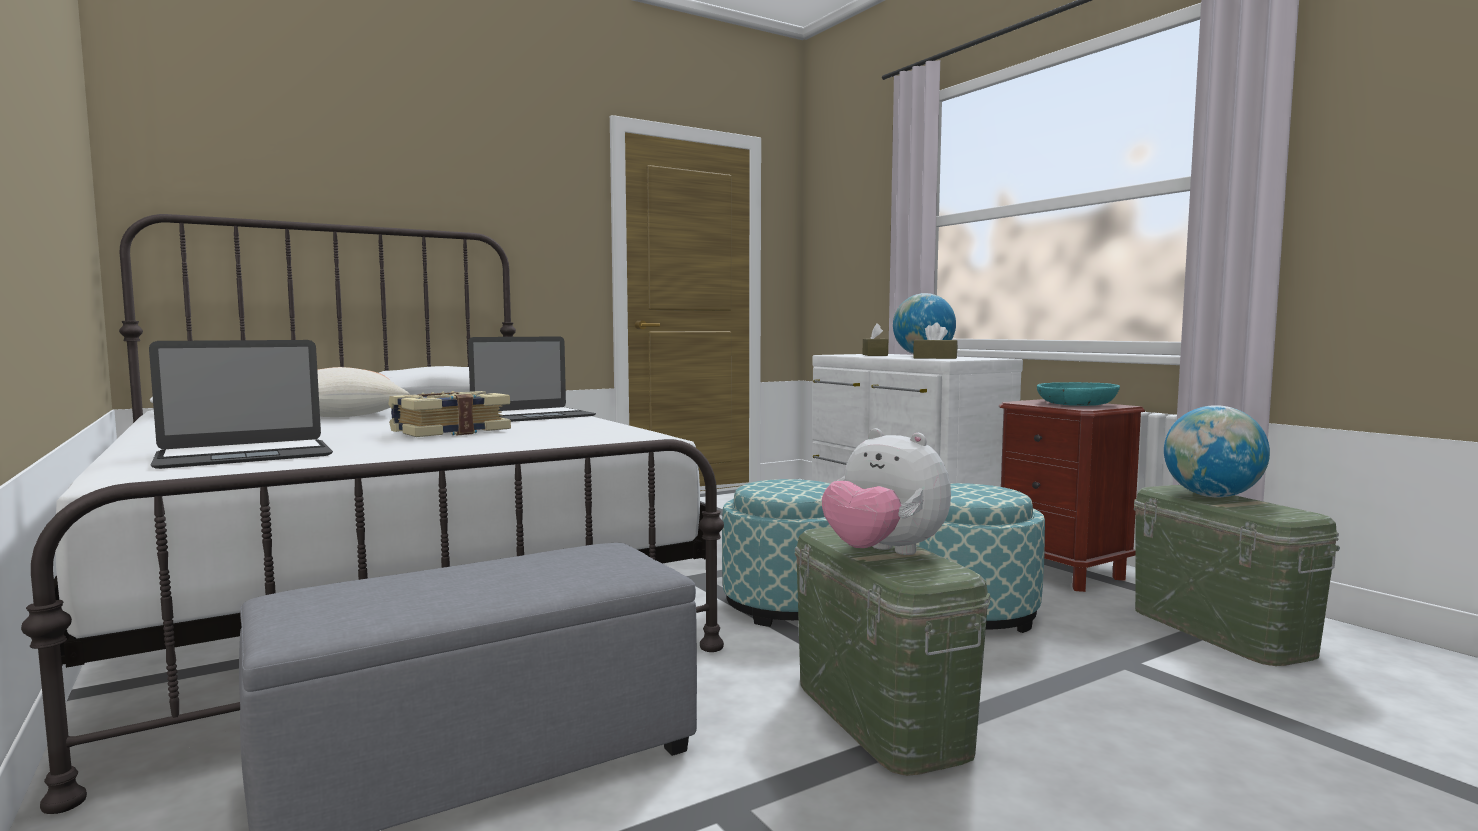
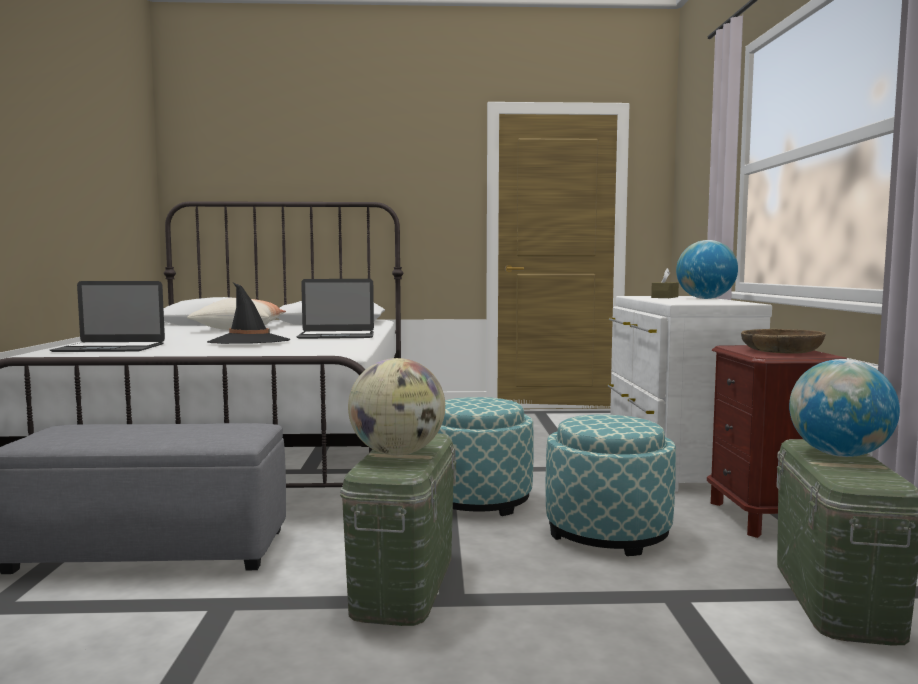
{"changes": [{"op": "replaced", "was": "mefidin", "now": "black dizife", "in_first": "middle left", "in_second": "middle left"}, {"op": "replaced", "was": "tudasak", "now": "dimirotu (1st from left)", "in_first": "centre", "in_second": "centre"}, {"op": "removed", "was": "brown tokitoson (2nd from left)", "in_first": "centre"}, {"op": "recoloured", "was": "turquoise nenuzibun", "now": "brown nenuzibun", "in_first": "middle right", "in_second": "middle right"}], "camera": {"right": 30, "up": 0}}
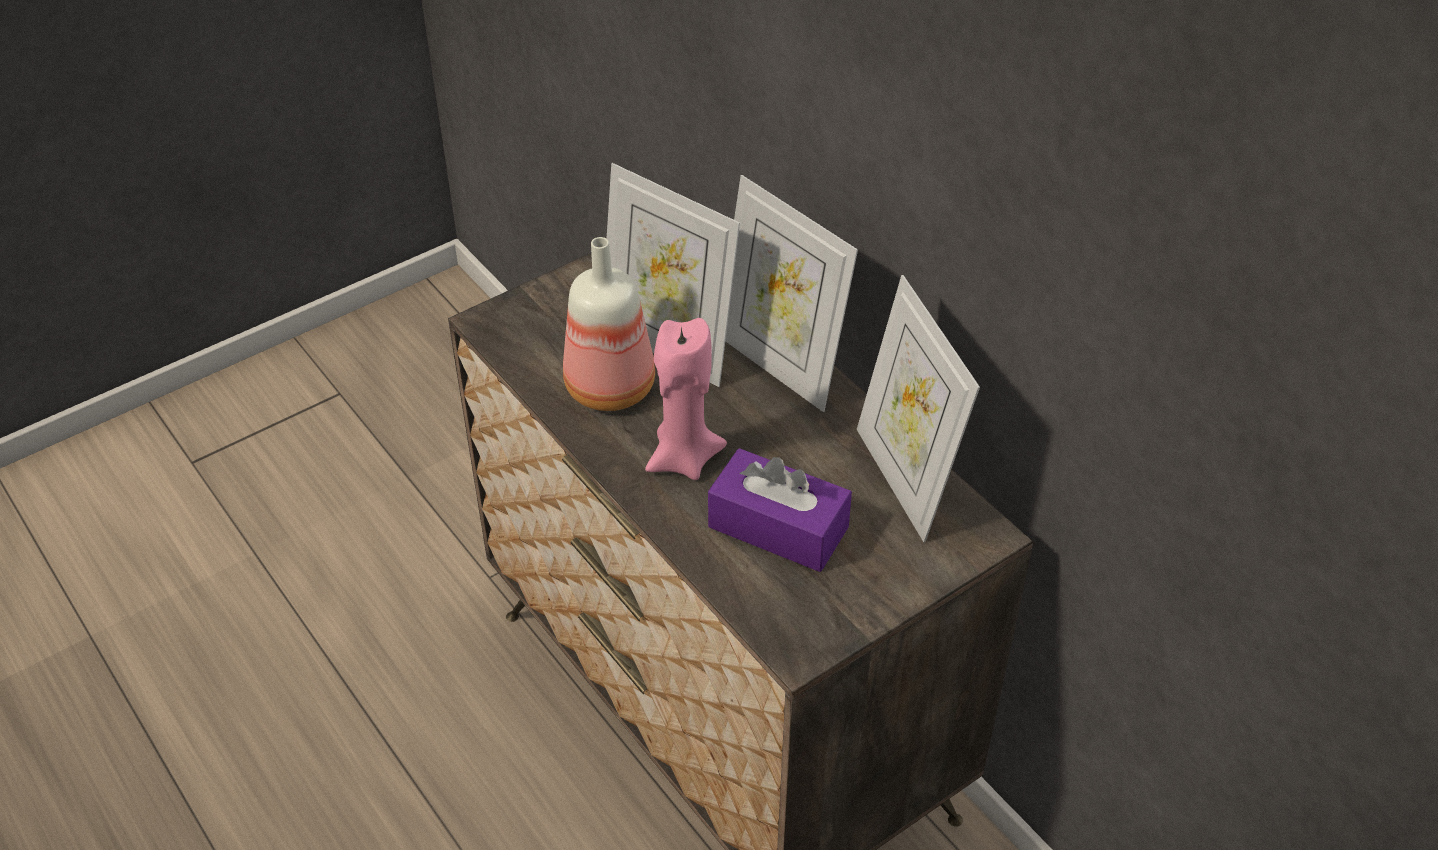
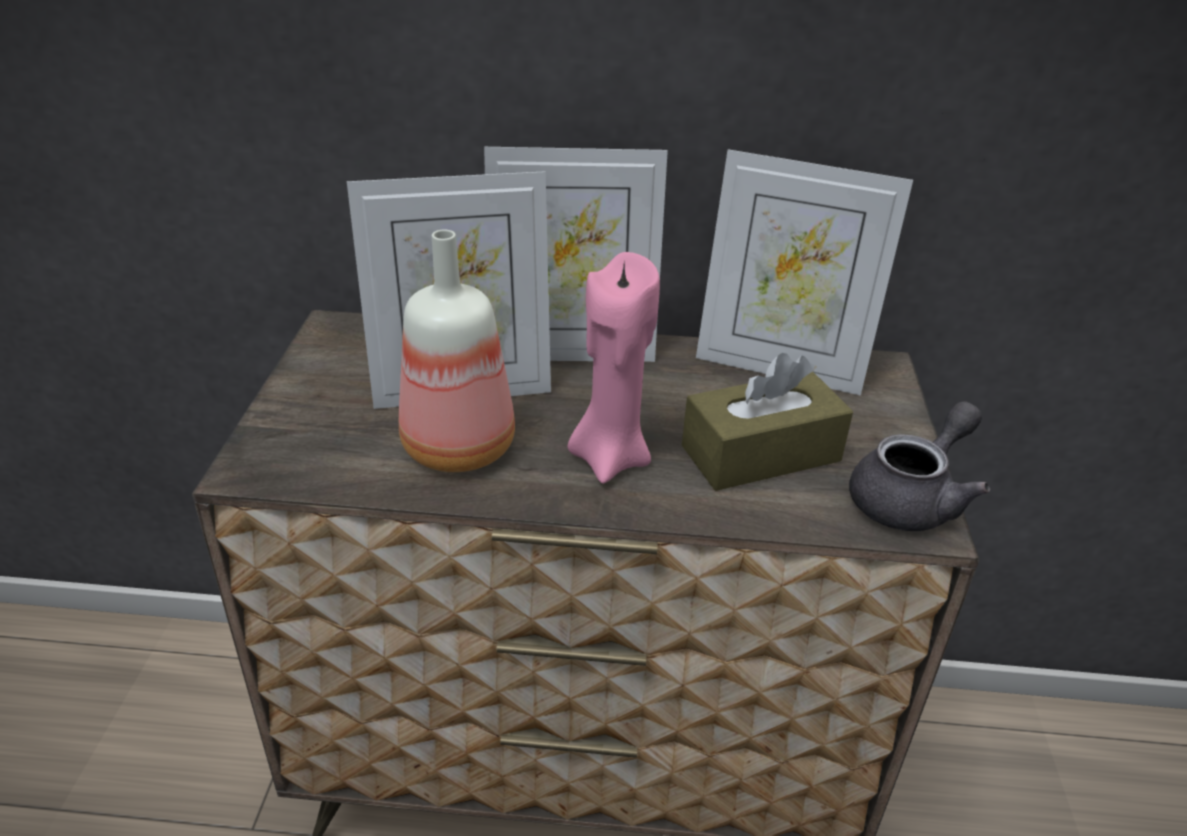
{"changes": [{"op": "recoloured", "was": "purple tokitoson", "now": "brown tokitoson", "in_first": "centre", "in_second": "centre"}, {"op": "added", "now": "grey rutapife", "in_second": "middle right"}], "camera": {"right": -50, "up": -10}}
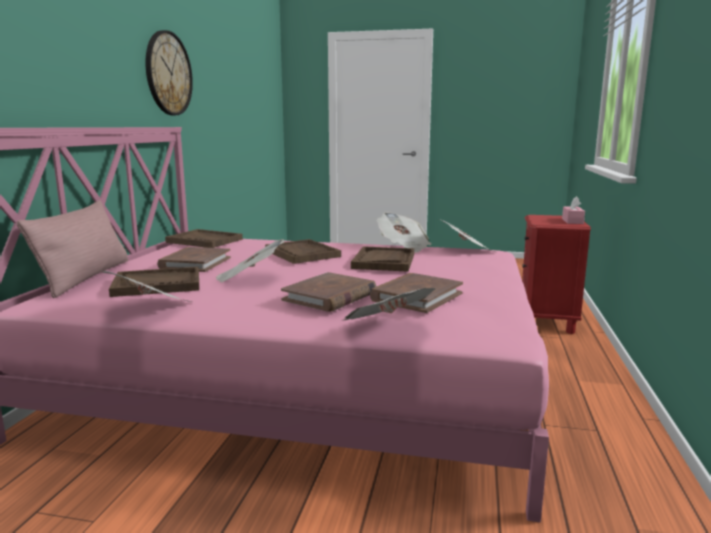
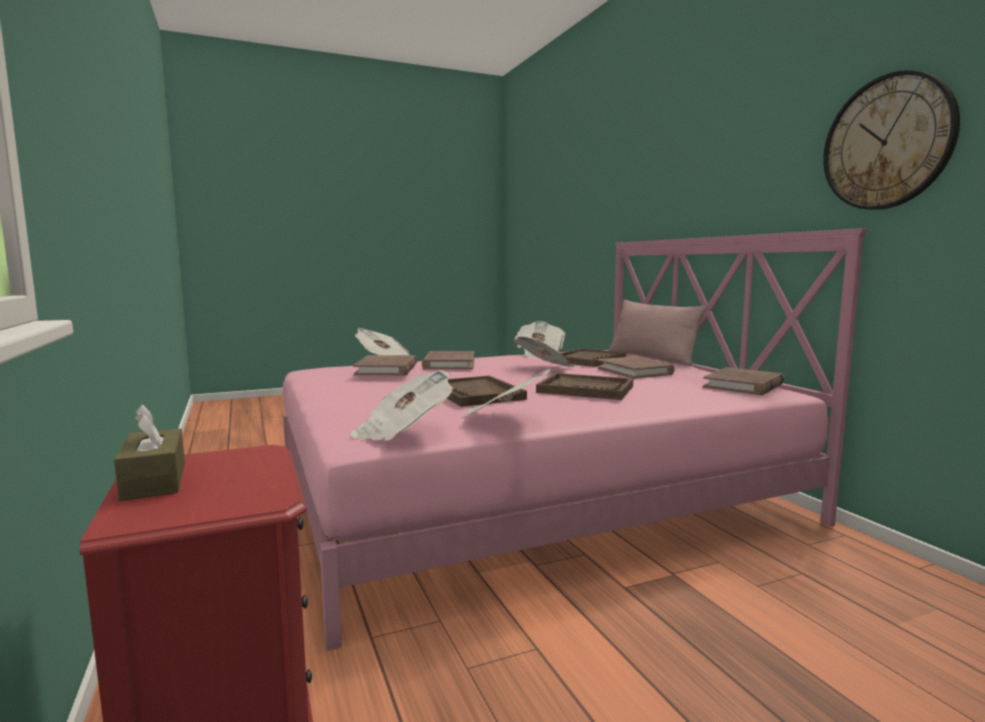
{"changes": [{"op": "replaced", "was": "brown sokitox (2nd from left)", "now": "brown mefidin (4th from left)", "in_first": "middle left", "in_second": "middle right"}, {"op": "recoloured", "was": "pink tokitoson", "now": "brown tokitoson", "in_first": "middle right", "in_second": "middle left"}], "camera": {"right": 145, "up": -5}}
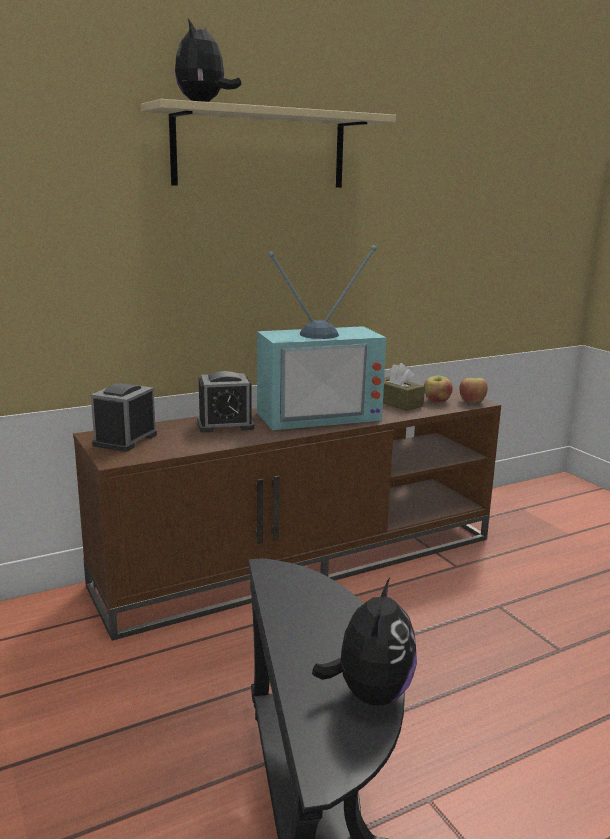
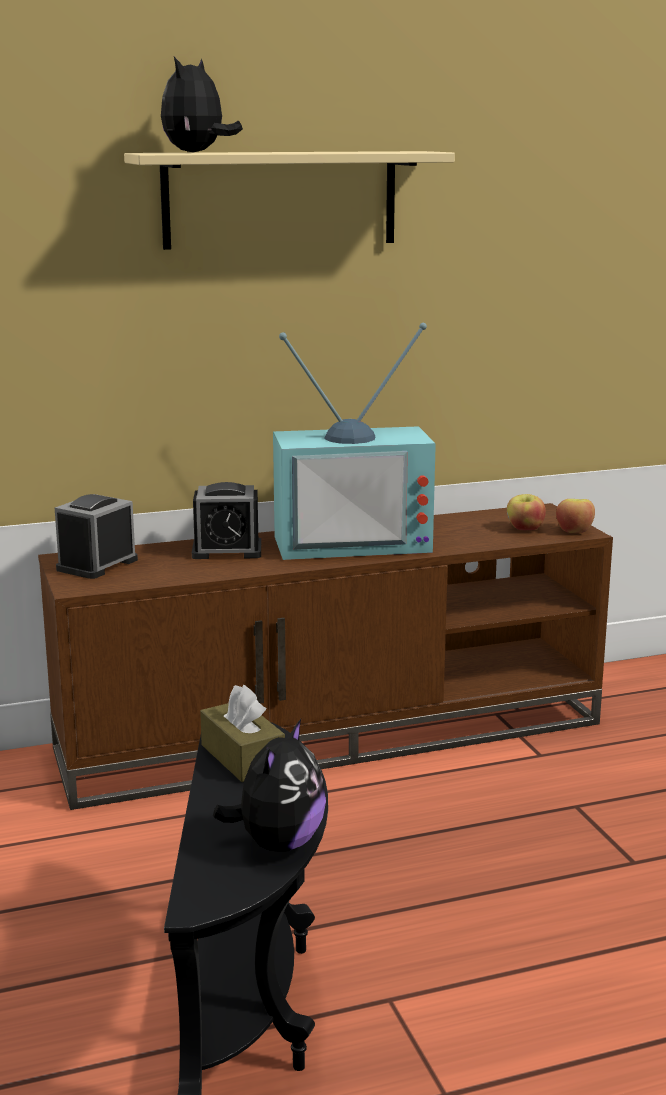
{"changes": [{"op": "moved", "was": "brown tokitoson", "in_first": "centre", "in_second": "bottom centre"}], "camera": {"right": 10, "up": 0}}
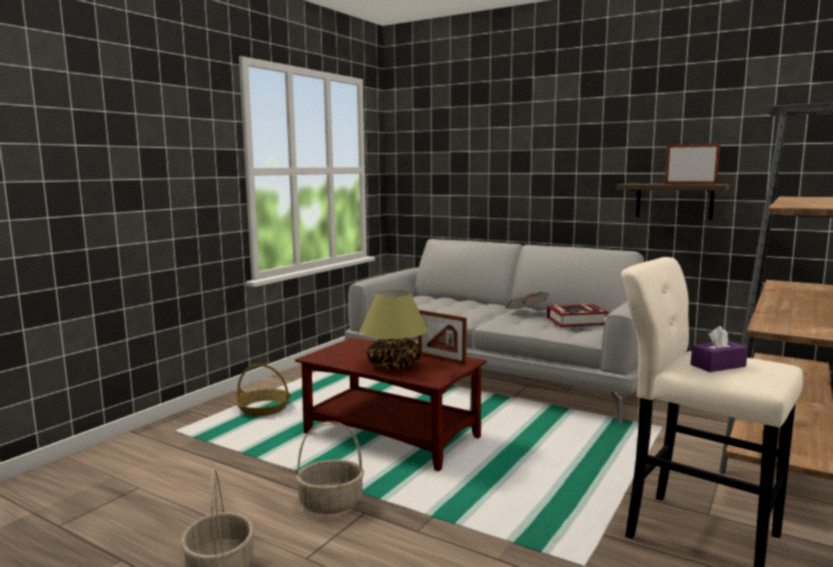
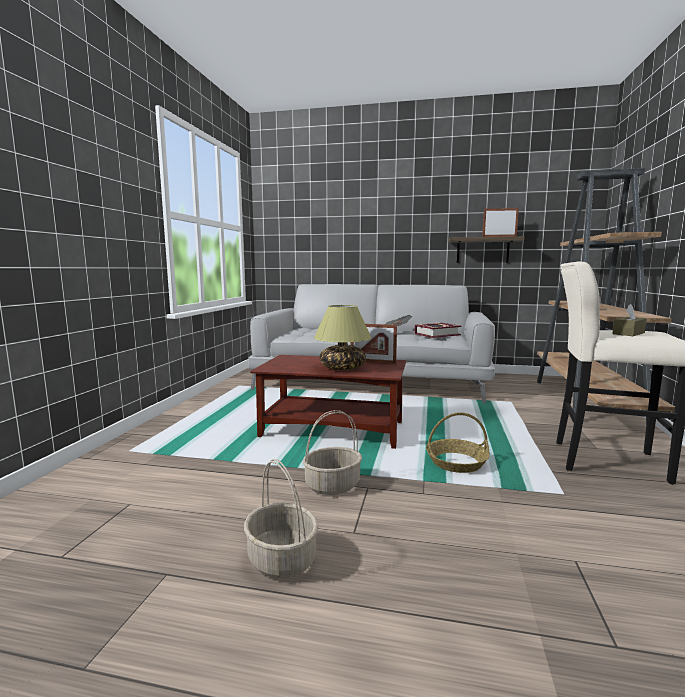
{"changes": [{"op": "moved", "was": "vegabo (2nd from left in the first image)", "now": "vegabo (3rd from left)", "in_first": "bottom left", "in_second": "middle right"}, {"op": "recoloured", "was": "purple tokitoson", "now": "brown tokitoson", "in_first": "middle right", "in_second": "middle right"}], "camera": {"right": -20, "up": 0}}
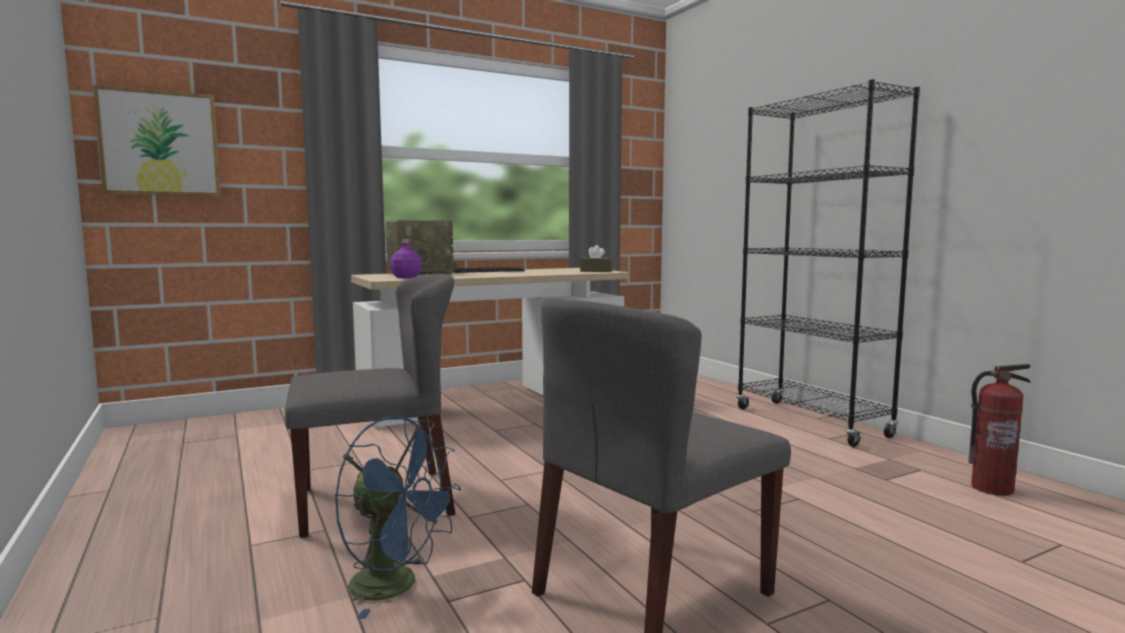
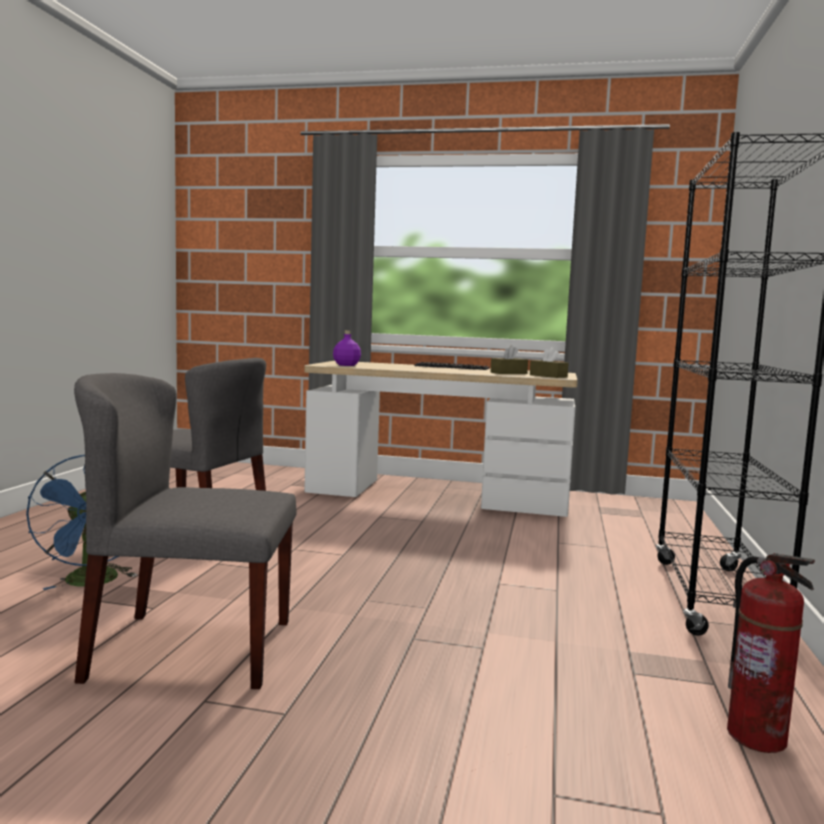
{"changes": [{"op": "removed", "was": "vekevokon", "in_first": "top left"}, {"op": "removed", "was": "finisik", "in_first": "centre"}, {"op": "added", "now": "brown tokitoson (1st from left)", "in_second": "centre"}], "camera": {"right": 40, "up": 0}}
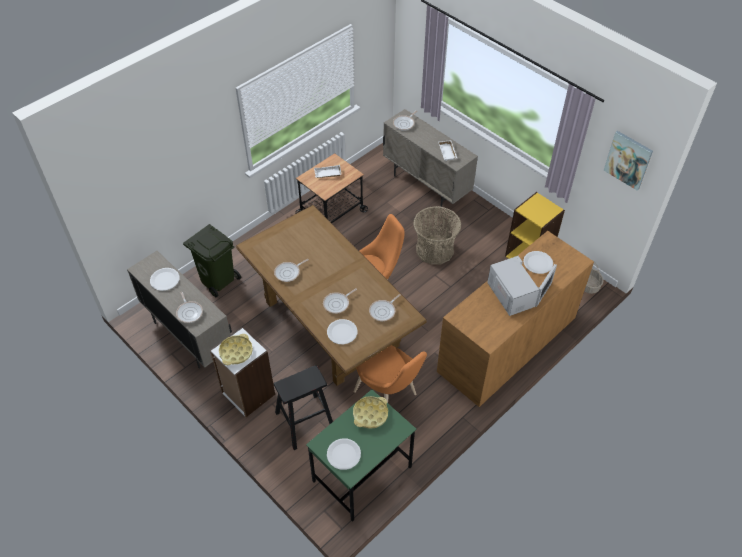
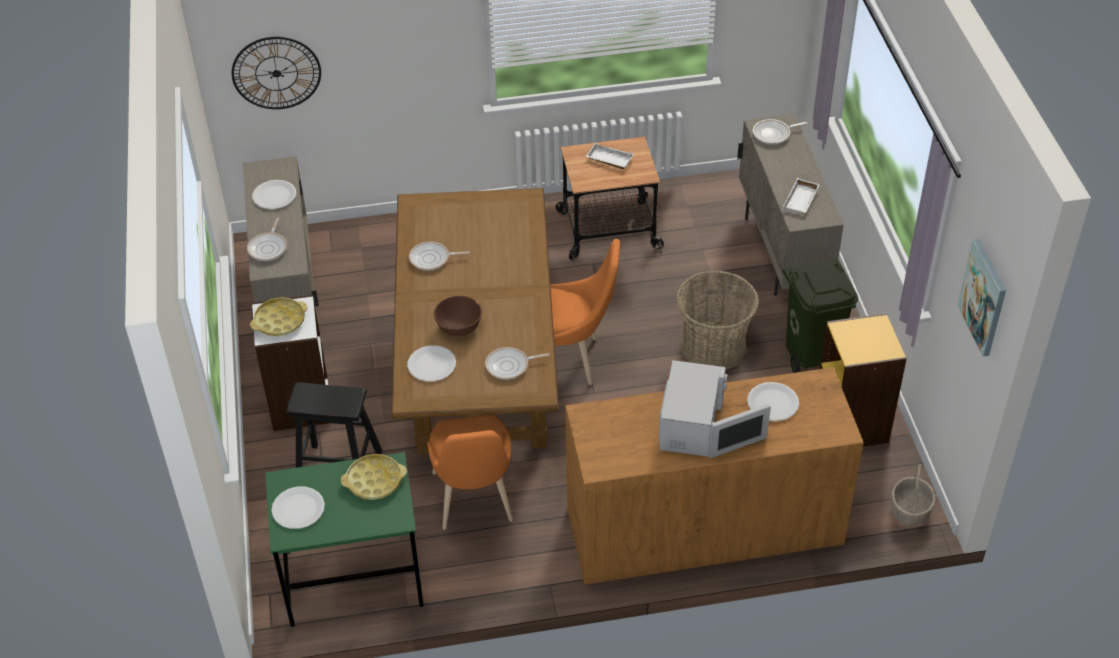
{"changes": [{"op": "moved", "was": "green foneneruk", "in_first": "middle left", "in_second": "middle right"}, {"op": "replaced", "was": "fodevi (3rd from left)", "now": "brown nenuzibun", "in_first": "centre", "in_second": "centre"}, {"op": "added", "now": "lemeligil", "in_second": "top left"}], "camera": {"right": 35, "up": -5}}
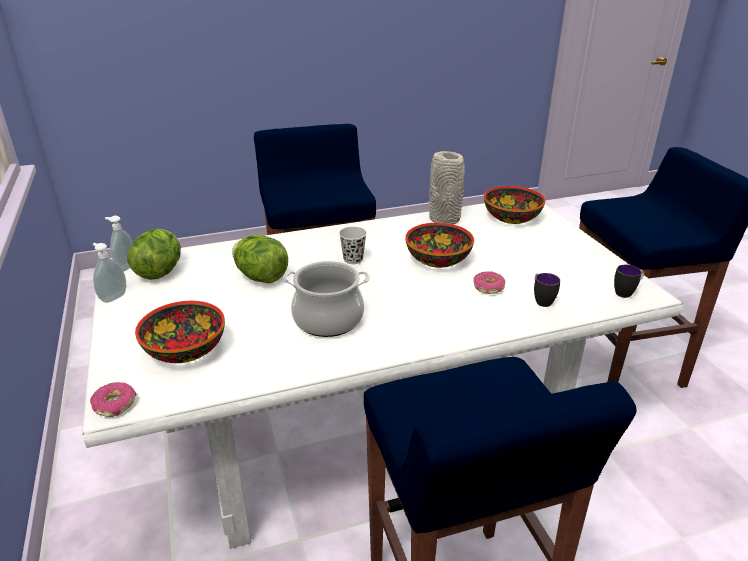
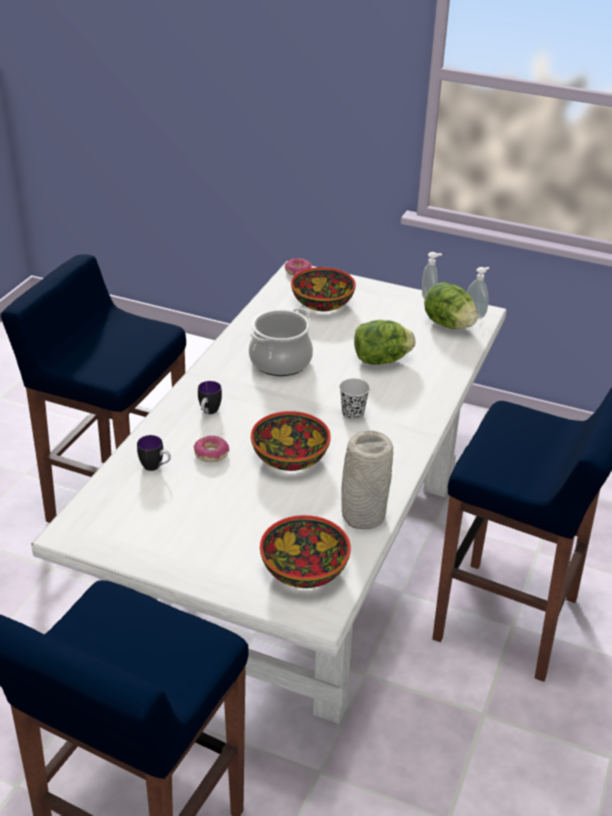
{"changes": [{"op": "moved", "was": "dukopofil (2nd from left)", "in_first": "middle right", "in_second": "centre"}], "camera": {"right": 130, "up": 5}}
